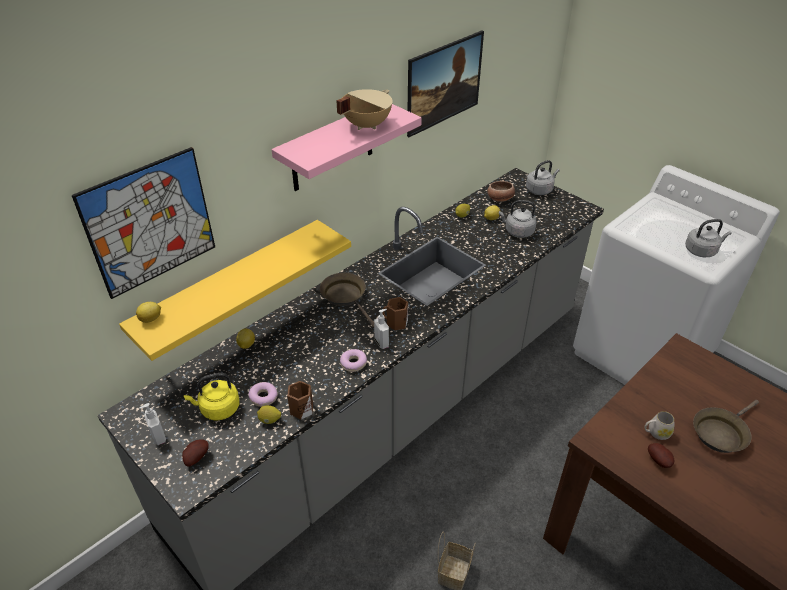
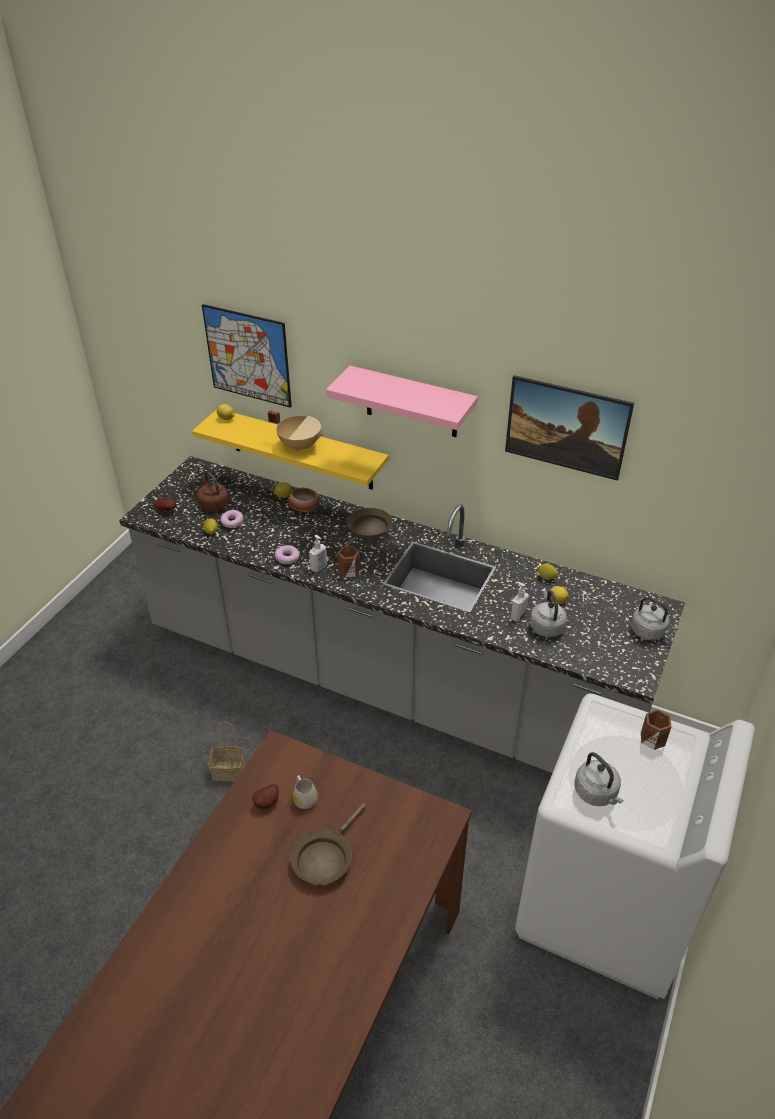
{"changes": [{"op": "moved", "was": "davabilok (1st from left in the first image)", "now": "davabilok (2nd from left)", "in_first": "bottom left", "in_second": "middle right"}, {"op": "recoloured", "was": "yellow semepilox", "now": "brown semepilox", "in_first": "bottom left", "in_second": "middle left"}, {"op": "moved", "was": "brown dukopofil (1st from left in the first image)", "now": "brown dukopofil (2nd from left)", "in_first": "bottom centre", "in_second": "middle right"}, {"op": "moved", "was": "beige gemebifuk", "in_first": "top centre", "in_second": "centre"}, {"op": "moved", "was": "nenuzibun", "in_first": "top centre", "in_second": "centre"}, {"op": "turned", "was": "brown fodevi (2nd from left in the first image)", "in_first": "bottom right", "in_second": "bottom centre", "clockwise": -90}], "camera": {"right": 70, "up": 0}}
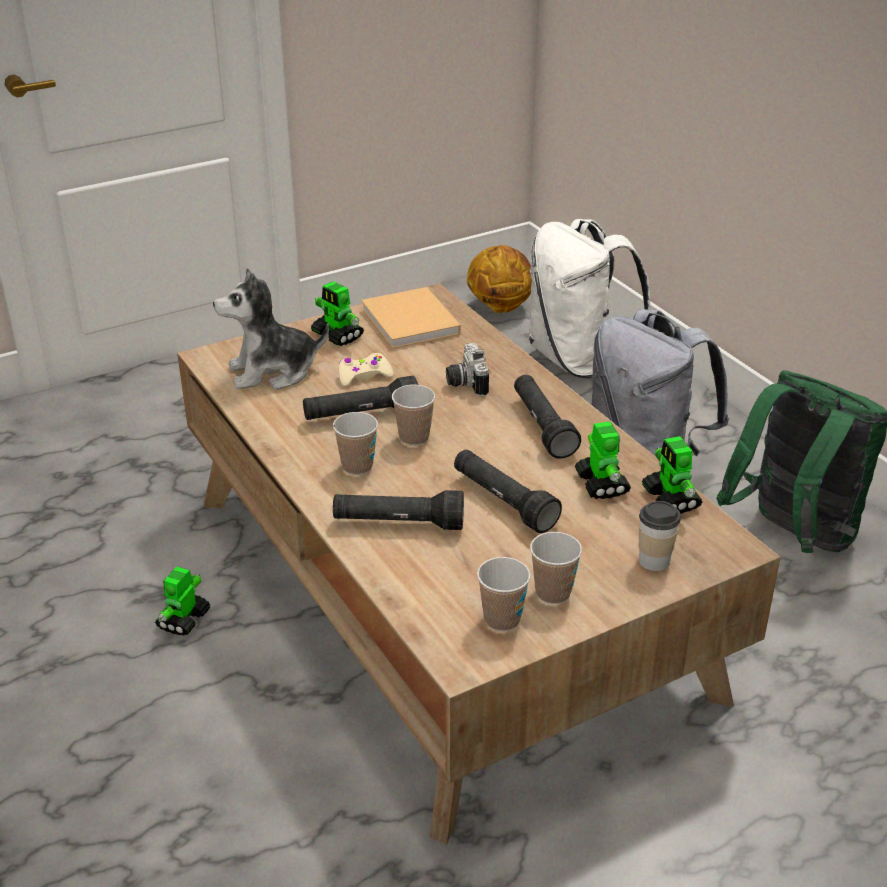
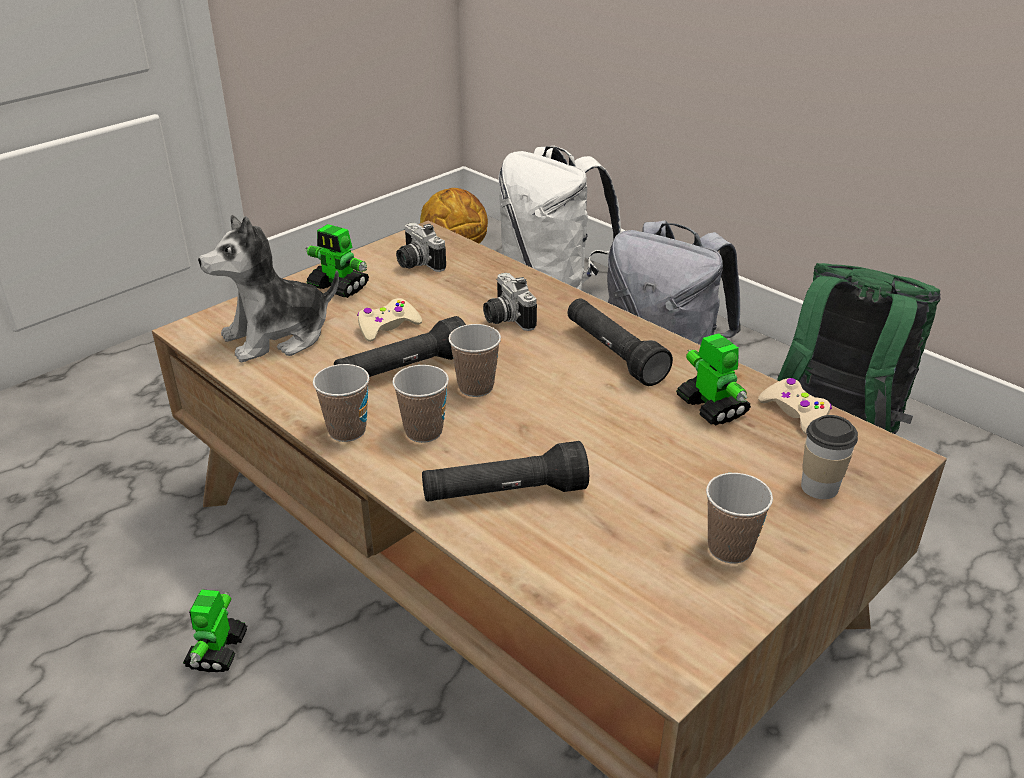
{"changes": [{"op": "replaced", "was": "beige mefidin", "now": "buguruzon (1st from left)", "in_first": "centre", "in_second": "top centre"}, {"op": "removed", "was": "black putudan (3rd from left)", "in_first": "centre"}, {"op": "moved", "was": "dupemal (3rd from left in the first image)", "now": "dupemal (1st from left)", "in_first": "bottom centre", "in_second": "middle left"}, {"op": "replaced", "was": "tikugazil (4th from left)", "now": "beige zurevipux (2nd from left)", "in_first": "middle right", "in_second": "middle right"}], "camera": {"right": -15, "up": 0}}
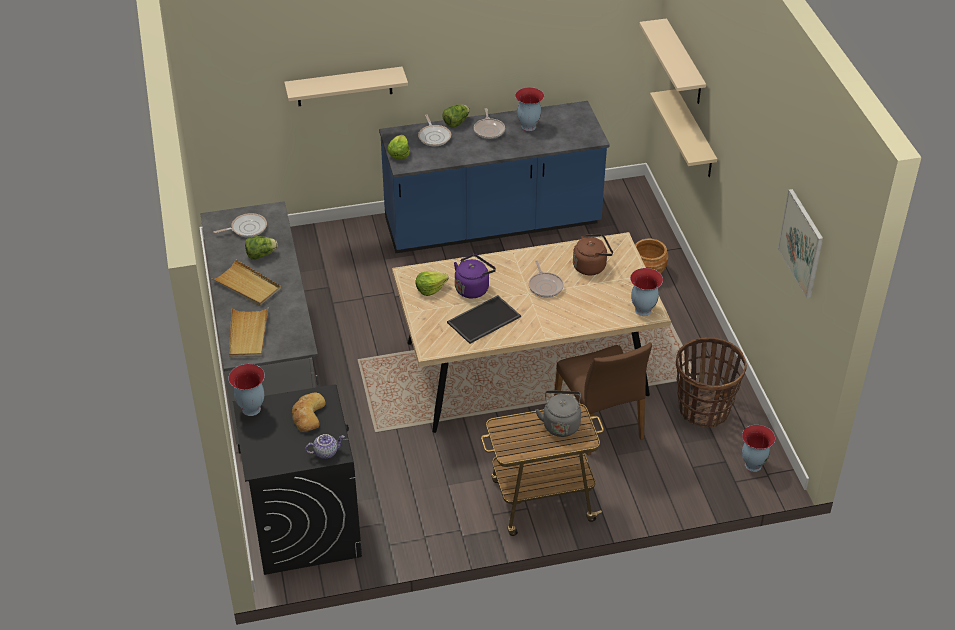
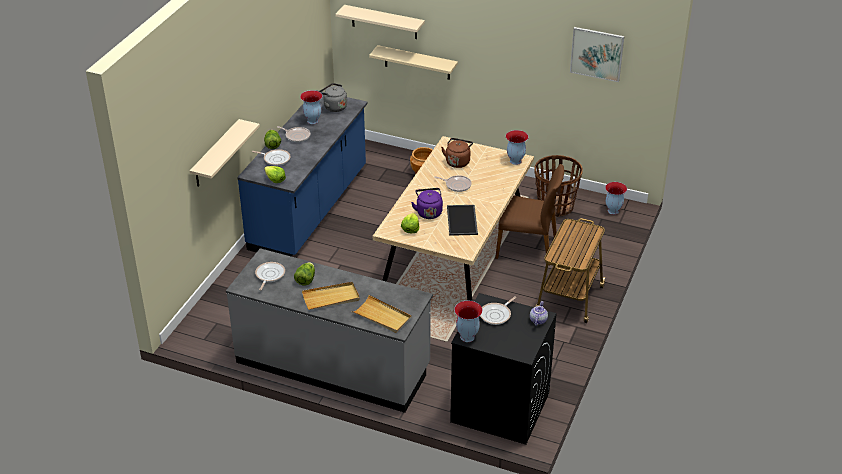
{"changes": [{"op": "replaced", "was": "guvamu", "now": "fodevi (5th from left)", "in_first": "middle left", "in_second": "centre"}, {"op": "moved", "was": "grey semepilox", "in_first": "centre", "in_second": "top centre"}], "camera": {"right": -55, "up": -5}}
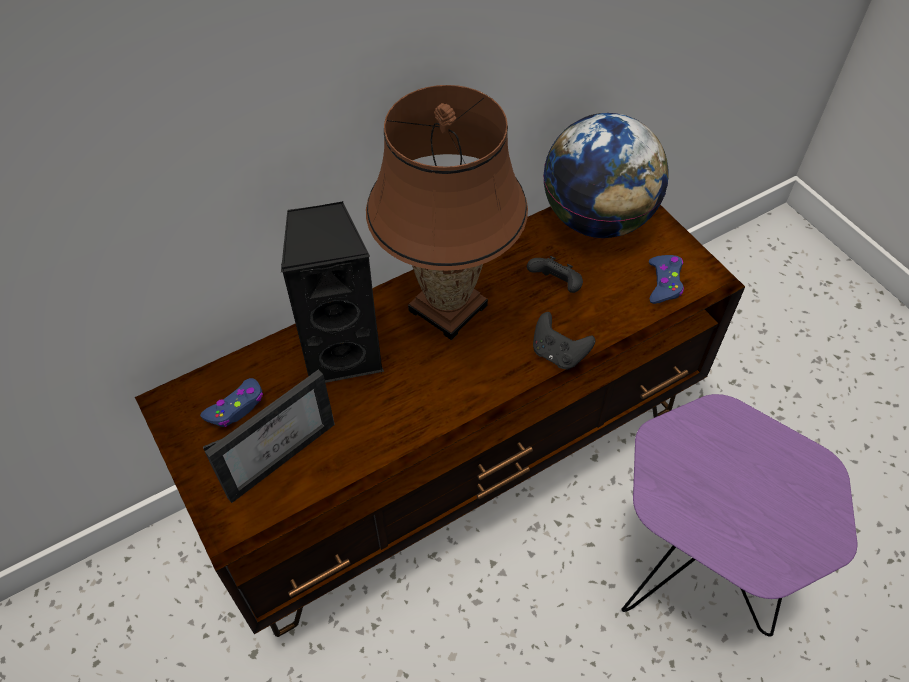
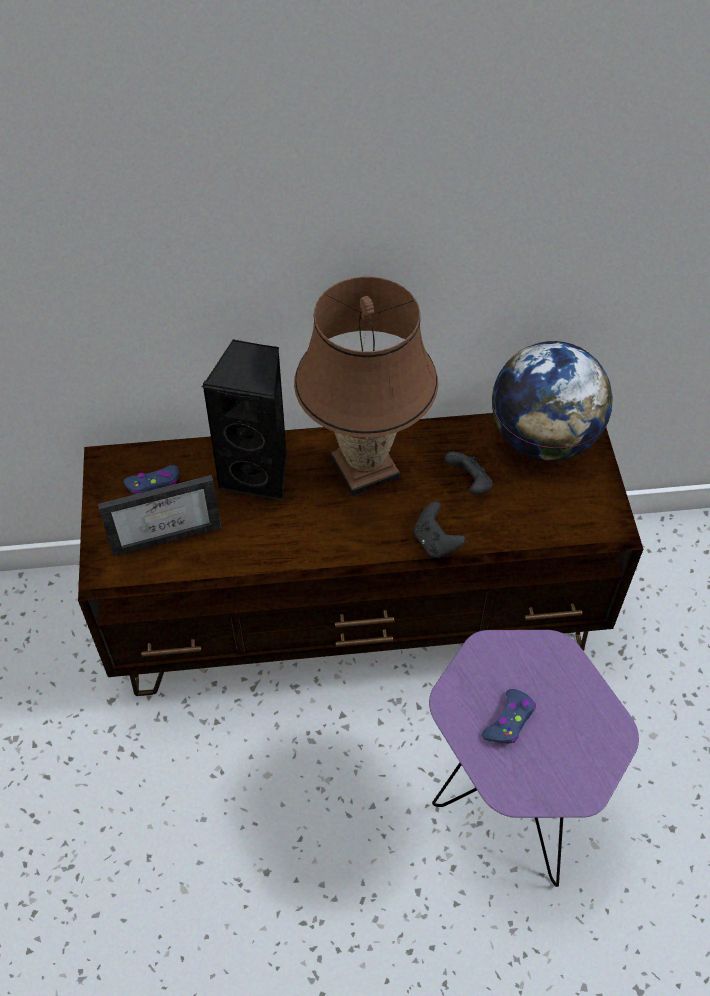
{"changes": [{"op": "moved", "was": "blue zurevipux (2nd from left)", "in_first": "middle right", "in_second": "bottom right"}], "camera": {"right": 25, "up": 0}}
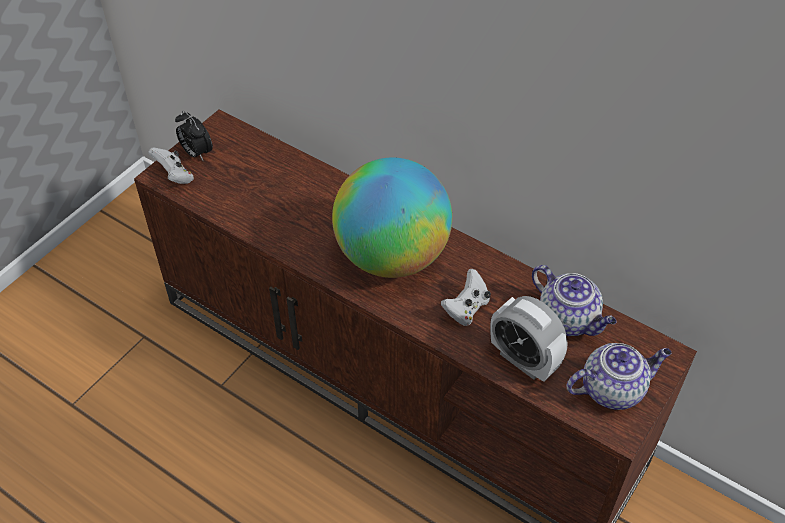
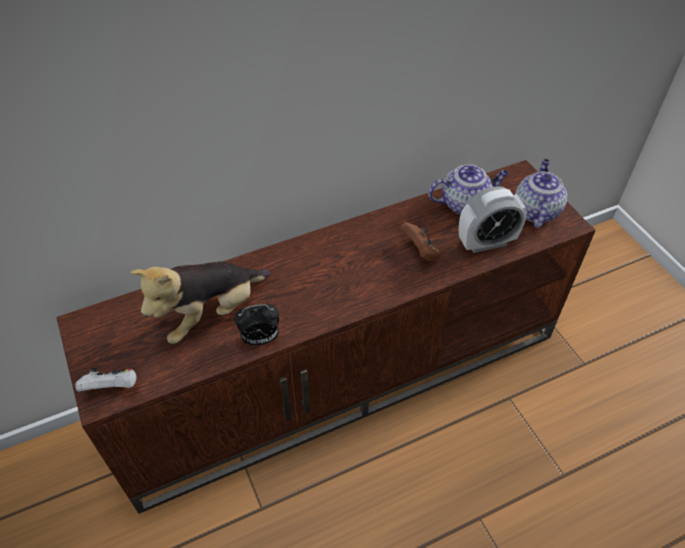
{"changes": [{"op": "moved", "was": "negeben (1st from left)", "in_first": "top left", "in_second": "centre"}, {"op": "removed", "was": "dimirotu", "in_first": "centre"}, {"op": "recoloured", "was": "white zurevipux (2nd from left)", "now": "brown zurevipux", "in_first": "centre", "in_second": "centre"}, {"op": "added", "now": "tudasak", "in_second": "middle left"}], "camera": {"right": -60, "up": 0}}
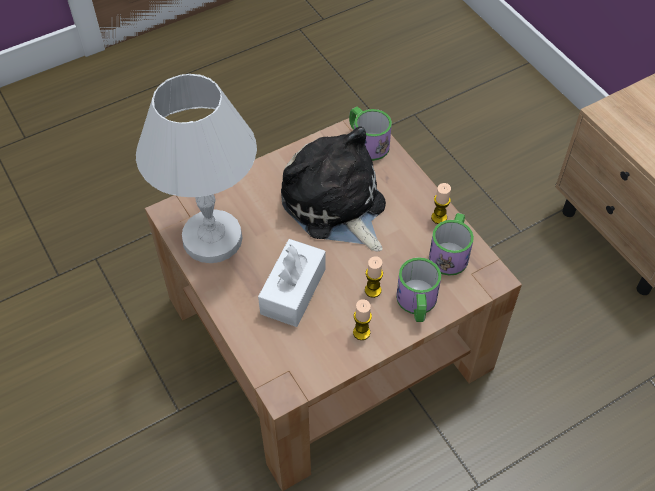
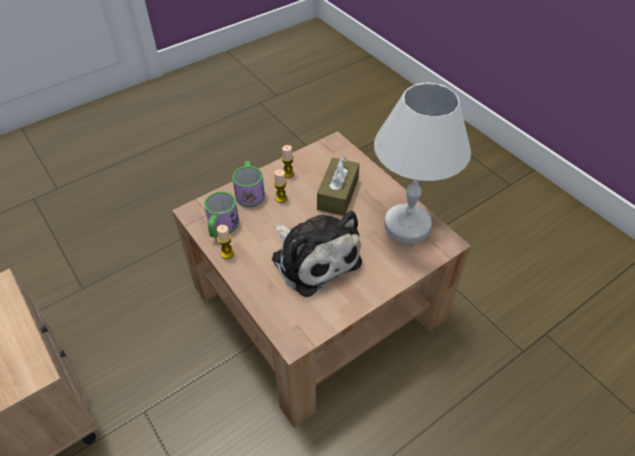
{"changes": [{"op": "recoloured", "was": "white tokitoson", "now": "brown tokitoson", "in_first": "centre", "in_second": "centre"}, {"op": "removed", "was": "dukopofil (1st from left)", "in_first": "top centre"}], "camera": {"right": 175, "up": -5}}
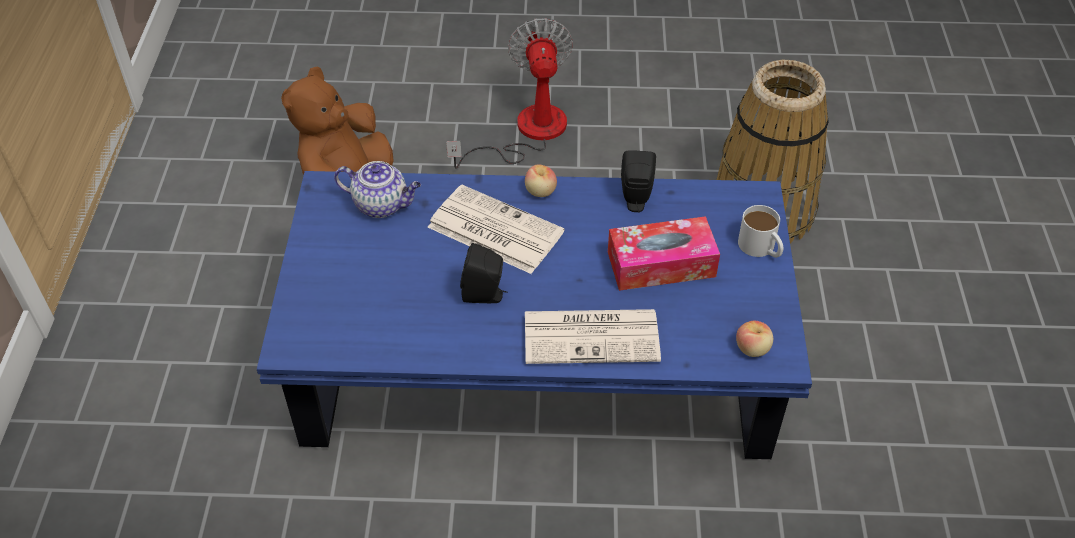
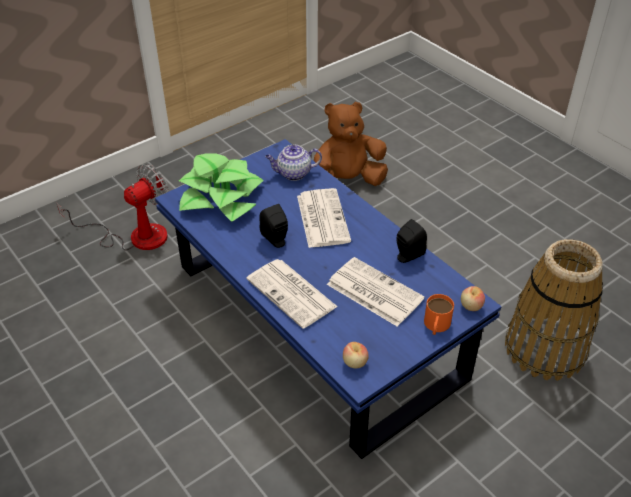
{"changes": [{"op": "turned", "was": "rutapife", "in_first": "centre", "in_second": "top centre", "clockwise": 105}, {"op": "moved", "was": "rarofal", "in_first": "top centre", "in_second": "middle left"}, {"op": "moved", "was": "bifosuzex (1st from left in the first image)", "now": "bifosuzex (2nd from left)", "in_first": "centre", "in_second": "middle right"}, {"op": "replaced", "was": "tokitoson", "now": "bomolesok (3rd from left)", "in_first": "centre", "in_second": "centre"}, {"op": "recoloured", "was": "white dukopofil", "now": "orange dukopofil", "in_first": "middle right", "in_second": "middle right"}, {"op": "added", "now": "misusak", "in_second": "centre"}], "camera": {"right": 50, "up": -5}}
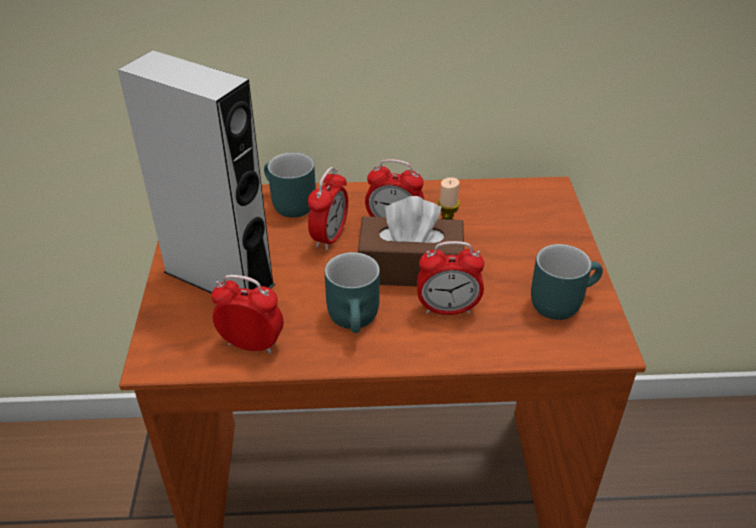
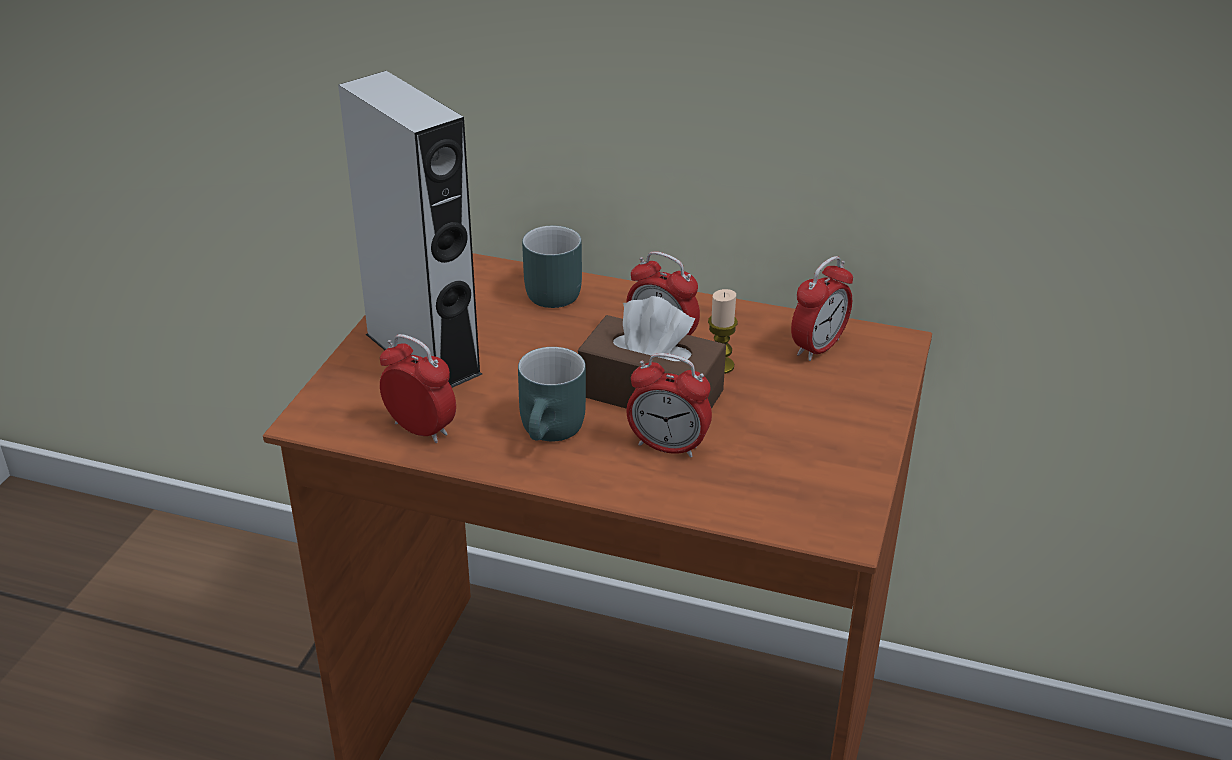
{"changes": [{"op": "moved", "was": "negeben (2nd from left in the first image)", "now": "negeben (4th from left)", "in_first": "centre", "in_second": "middle right"}, {"op": "removed", "was": "turquoise dukopofil (3rd from left)", "in_first": "middle right"}], "camera": {"right": 20, "up": -5}}
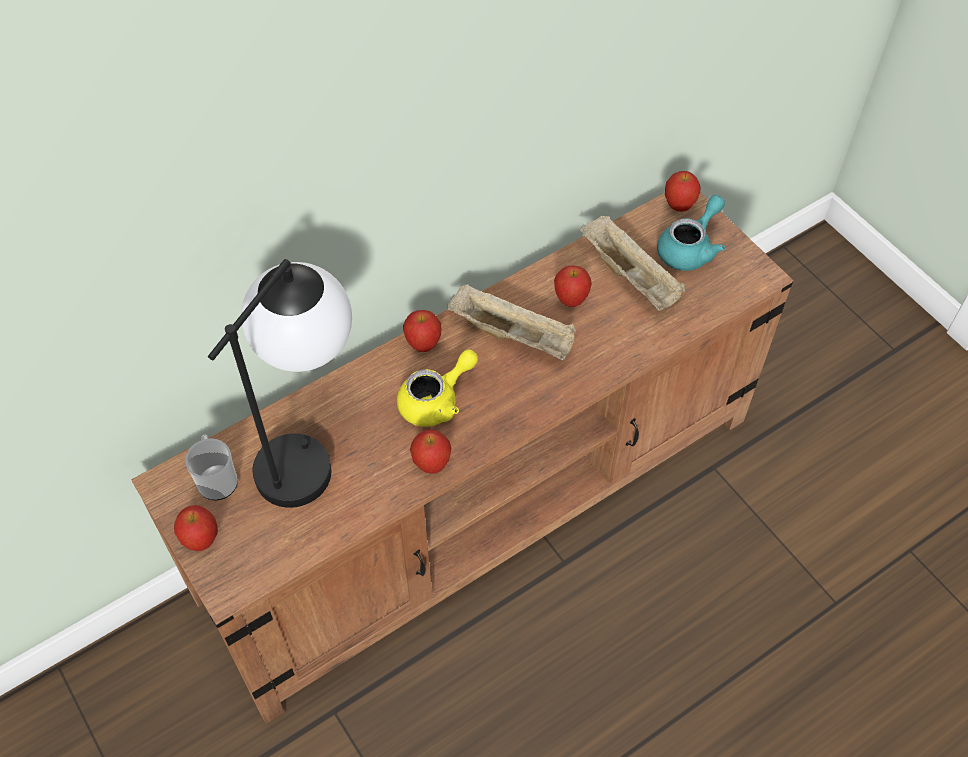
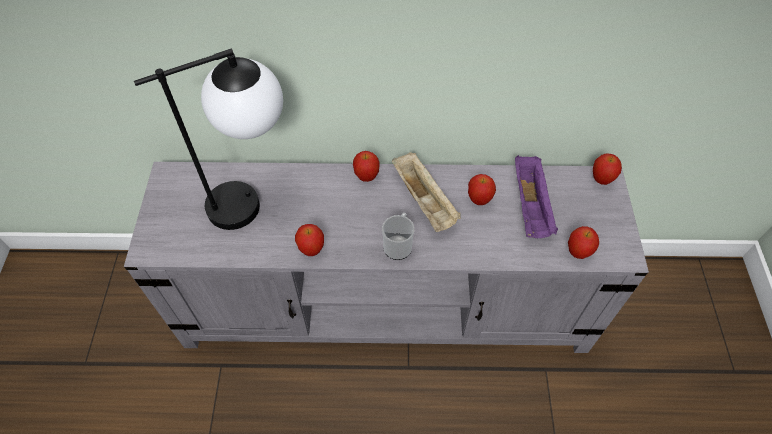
{"changes": [{"op": "recoloured", "was": "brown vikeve", "now": "grey vikeve", "in_first": "centre", "in_second": "centre"}, {"op": "moved", "was": "bifosuzex (1st from left in the first image)", "now": "bifosuzex (4th from left)", "in_first": "bottom left", "in_second": "middle right"}, {"op": "moved", "was": "dukopofil", "in_first": "middle left", "in_second": "centre"}, {"op": "removed", "was": "yellow rutapife", "in_first": "centre"}, {"op": "recoloured", "was": "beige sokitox (2nd from left)", "now": "purple sokitox", "in_first": "centre", "in_second": "middle right"}, {"op": "removed", "was": "turquoise rutapife", "in_first": "top right"}], "camera": {"right": 35, "up": 0}}
